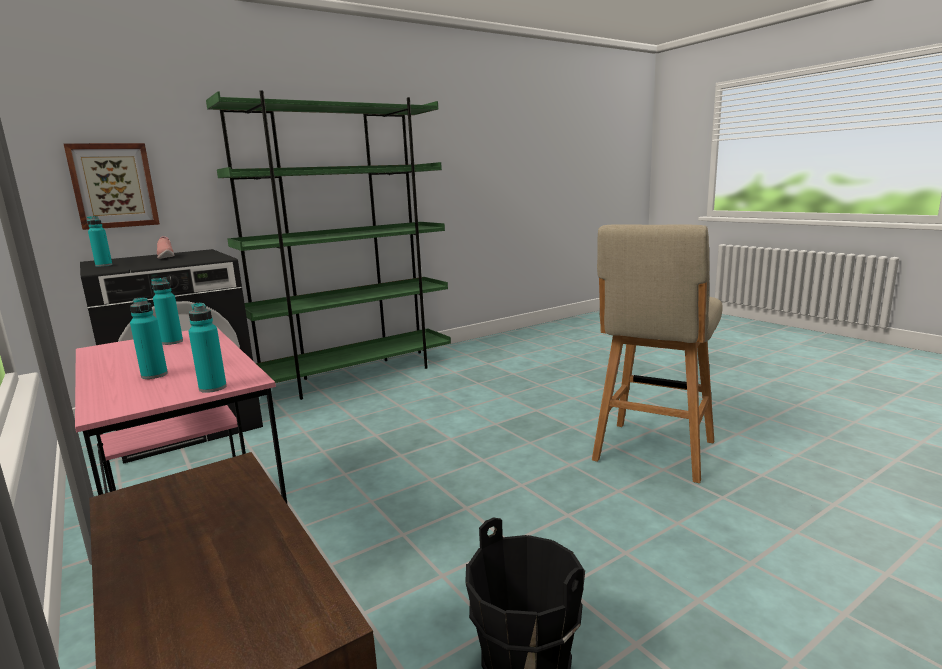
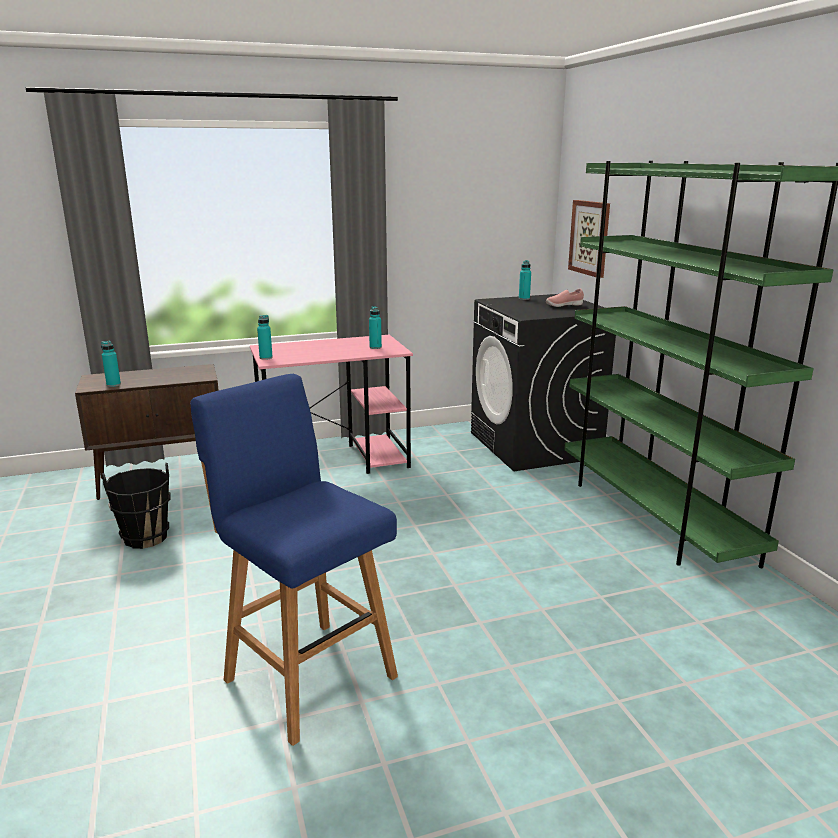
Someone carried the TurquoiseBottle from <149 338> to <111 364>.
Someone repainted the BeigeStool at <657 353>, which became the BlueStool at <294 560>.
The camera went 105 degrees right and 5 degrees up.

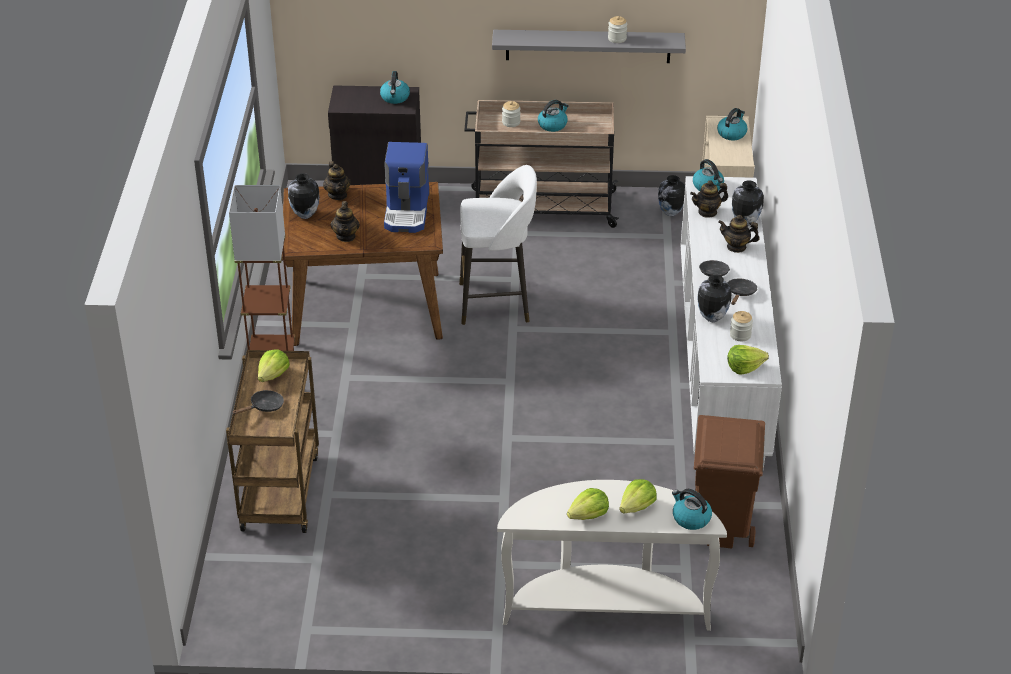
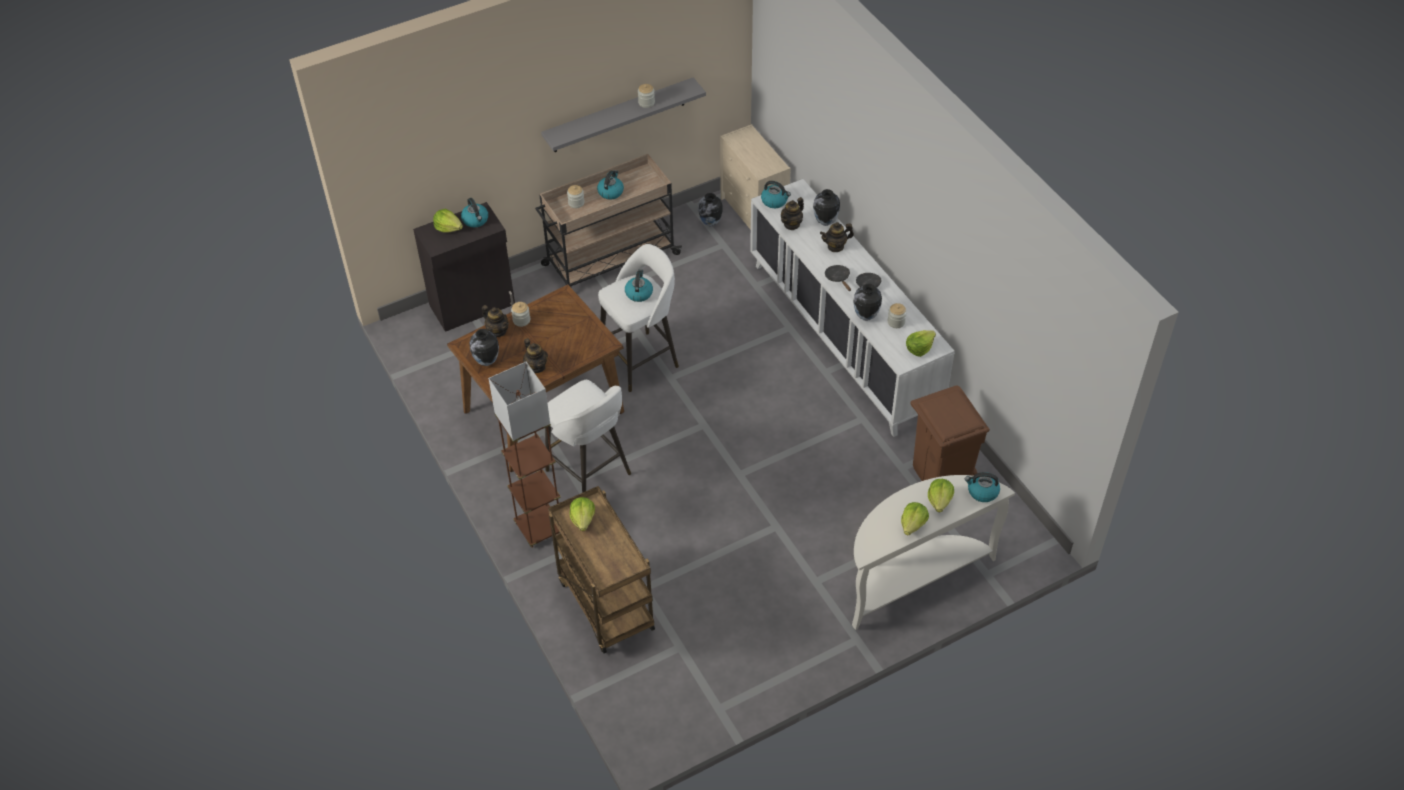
Someone took away the BlackFryingPan at <258 402>.
Someone took away the CoffeeMachine at <406 187>.
Someone put down the Lettuce at <448 221>.
Someone put down the Jar at <520 314>.
Someone put down the WhiteStool at <588 436>.
Someone carried the Kettle from <732 124> to <639 285>.
The camera went 30 degrees left and 10 degrees up.

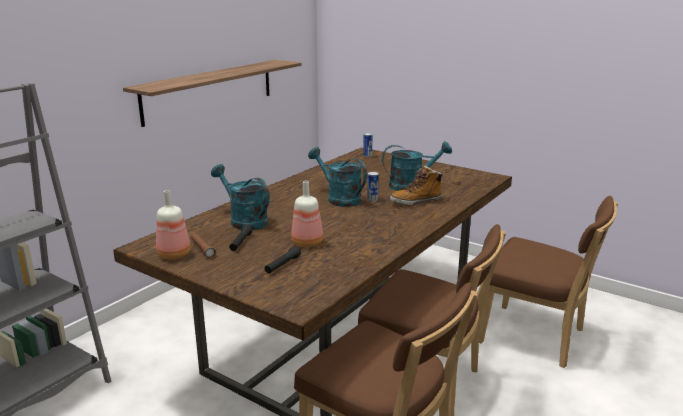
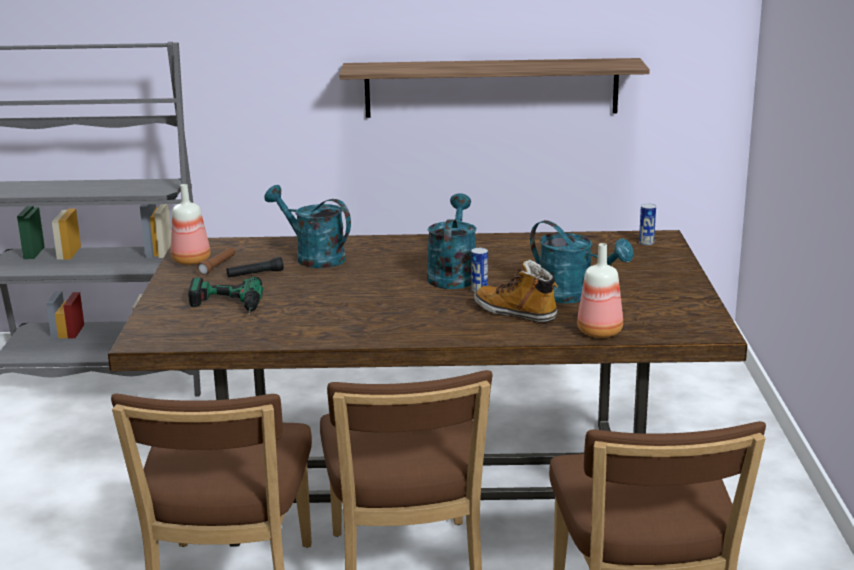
Someone carried the Bottle from <307 214> to <600 290>.
Someone swapped the BlackFlashlight at <282 260> for the PowerDrill at <226 296>.
Someone rotated the TurquoiseWateringCan at <240 197> by 60 degrees counterclockwise.
The camera went 55 degrees right and 0 degrees up.

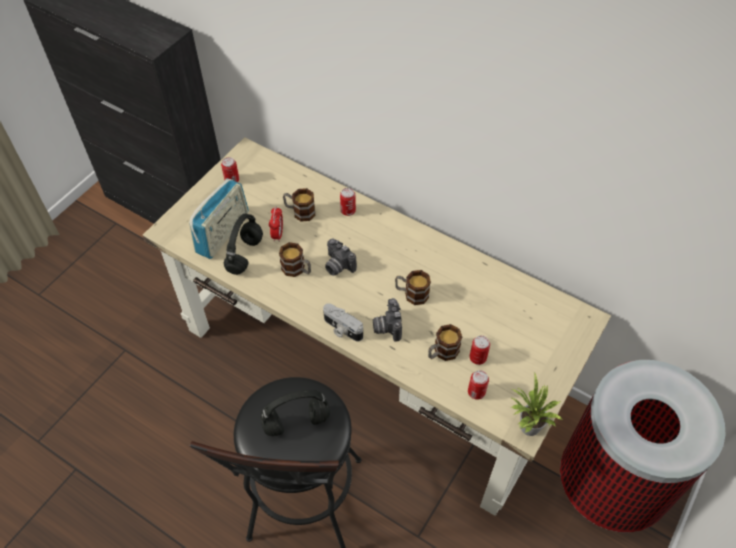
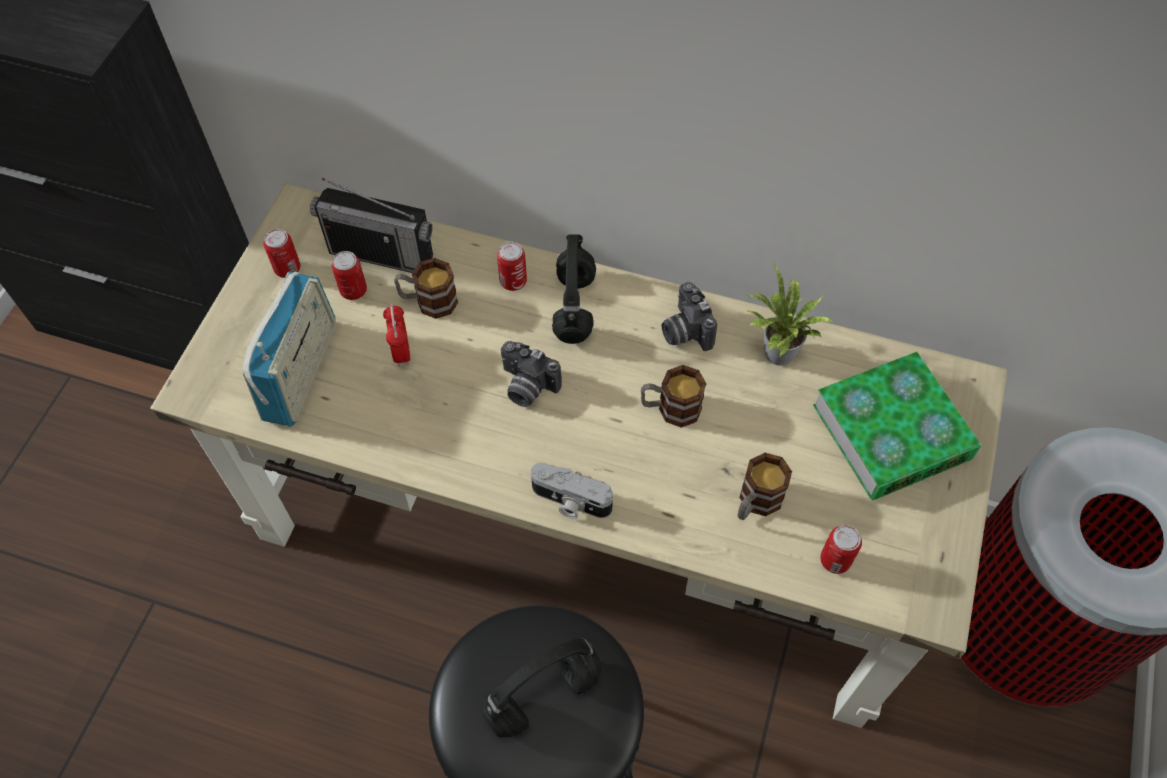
Someone took away the Mug at <295 259>.
Someone put down the Radio at <371 225>.
Someone put down the Book at <897 426>.
Someone carried the BlackHeadphones from <243 244> to <574 289>.
Someone carried the PhotoCamera from <387 320> to <689 316>.
Someone carried the Can from <480 350> to <349 275>.
Someone carried the PottedPlant from <537 405> to <790 315>.
The camera went 15 degrees left and 5 degrees up.

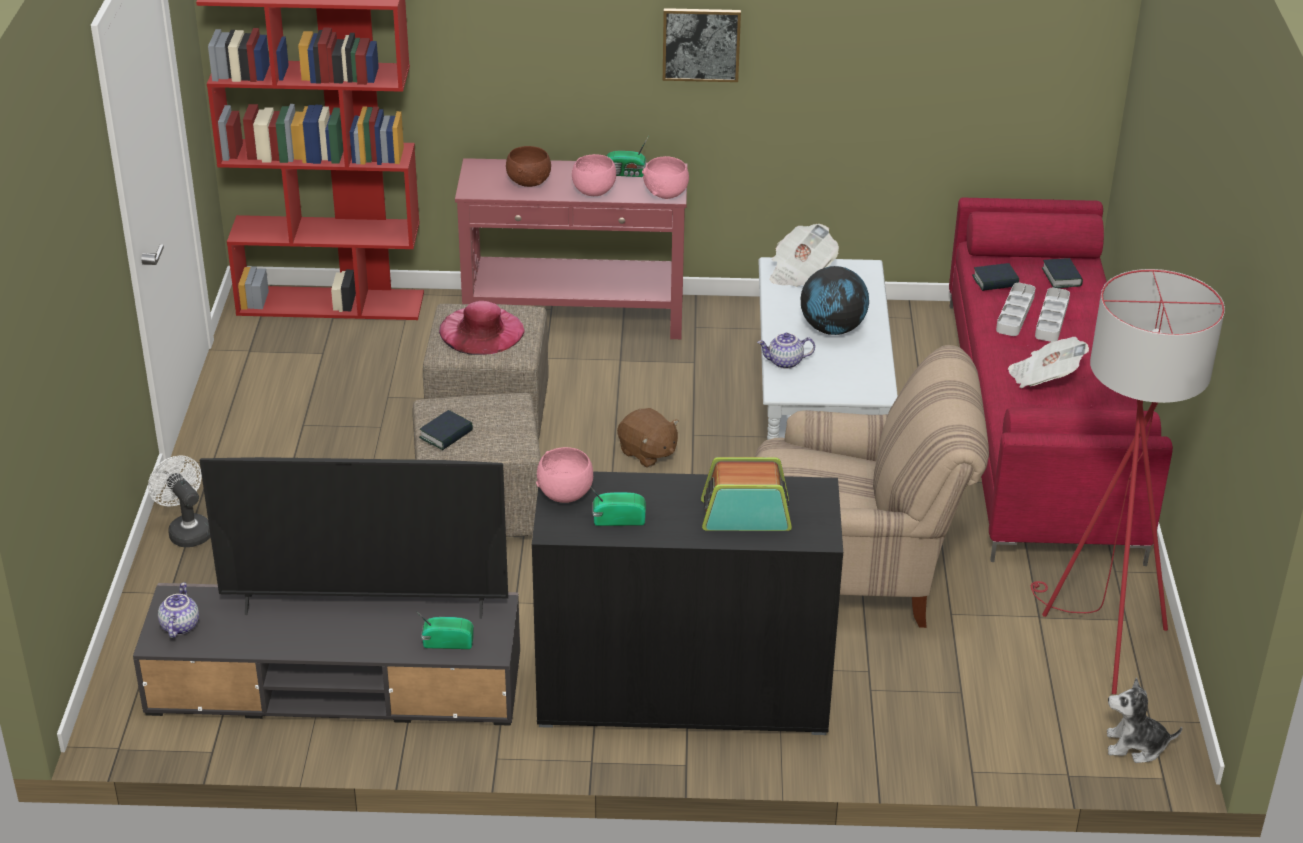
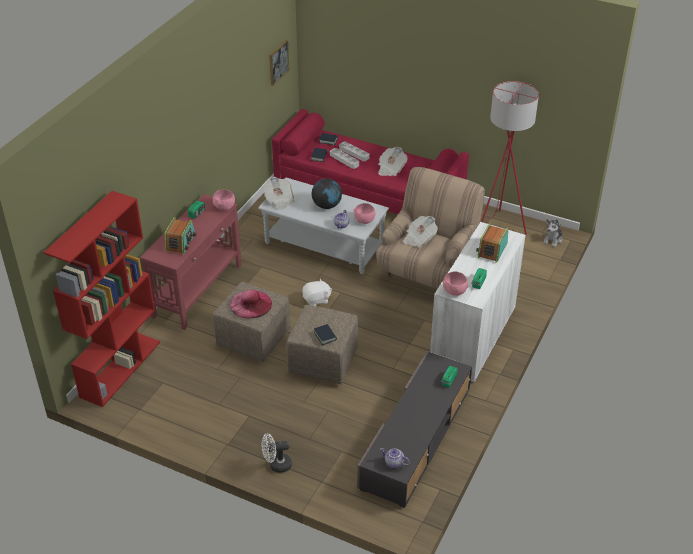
Someone took away the Television at <353 538>.
Someone put down the Newspaper at <420 232>.
Someone carried the PinkBowl from <594 175> to <364 213>.
Someone carried the Picture from <702 45> to <279 63>.
Someone swapped the BrownBowl at <528 166> for the Radio at <180 236>.
Someone repainted the BlackCabinet at <687 603>, which became the WhiteCabinet at <478 302>.
Someone repainted the BrownPlushToy at <648 437>, which became the WhitePlushToy at <317 292>.
The camera went 65 degrees left and 5 degrees up.

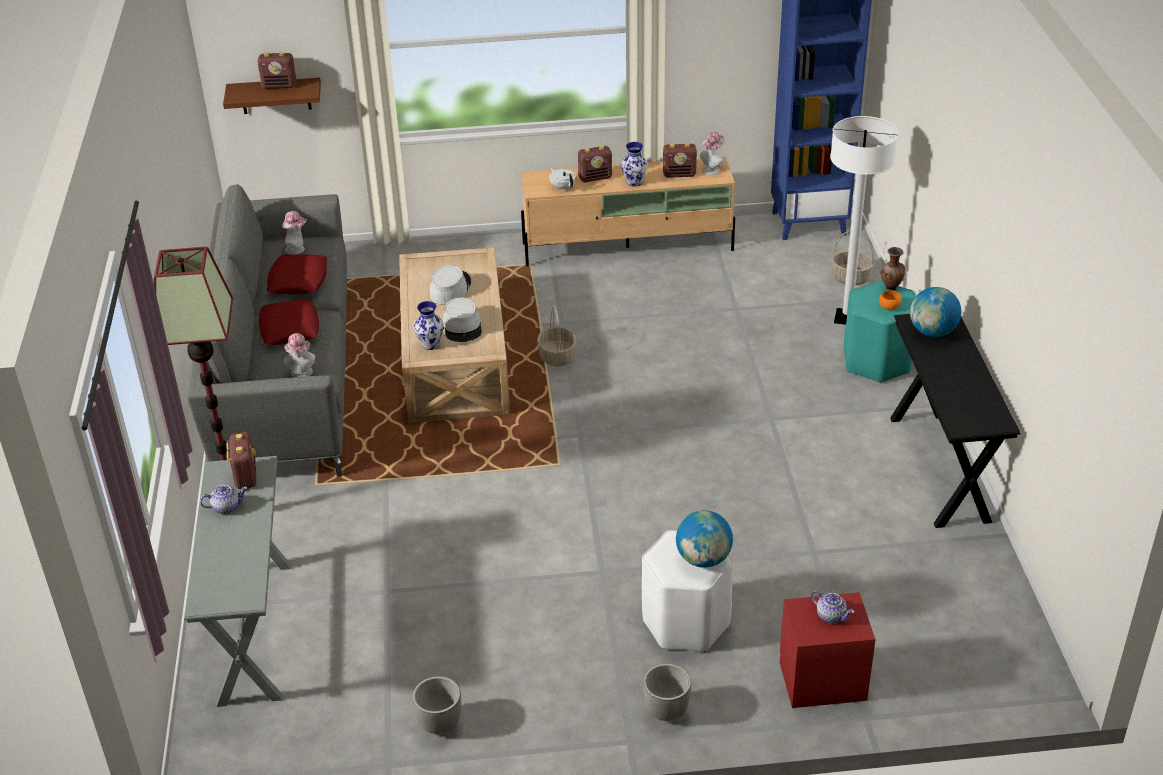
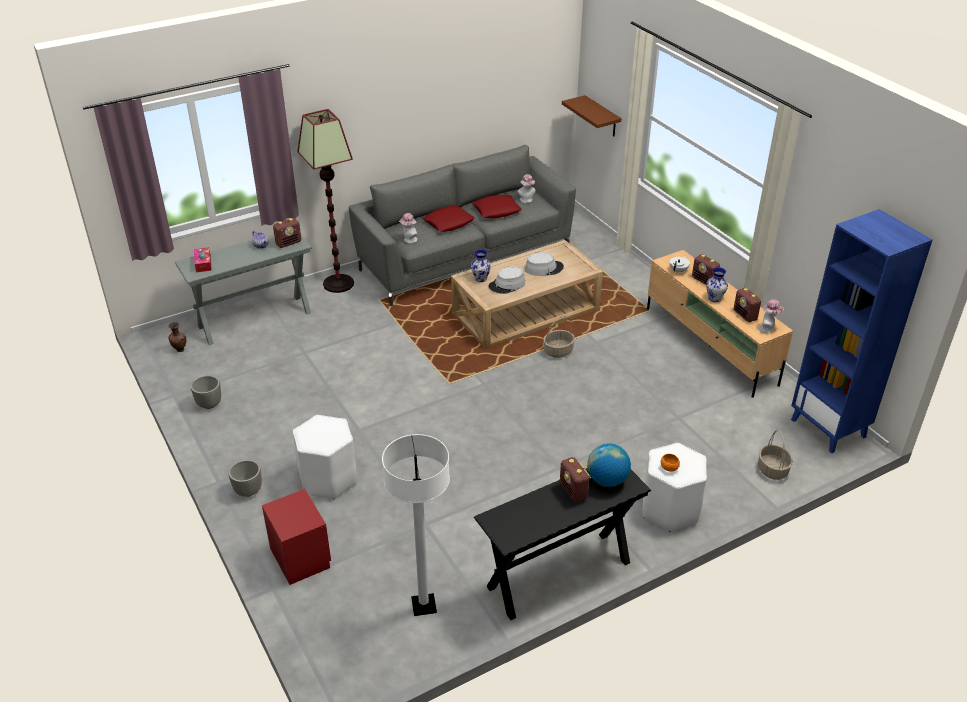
Someone took away the Globe at <704 539>.
Someone took away the Teapot at <832 607>.
Someone put down the TissueBox at <203 259>.
Someone carried the Radio from <276 70> to <575 479>.
Someone carried the WhiteFloorLamp from <864 220> to <416 525>.
Someone carried the BrownVase from <892 269> to <177 337>.
Someone repainted the TurquoiseStool at <880 332>, which became the WhiteStool at <674 487>.
The camera went 65 degrees right and 0 degrees up.

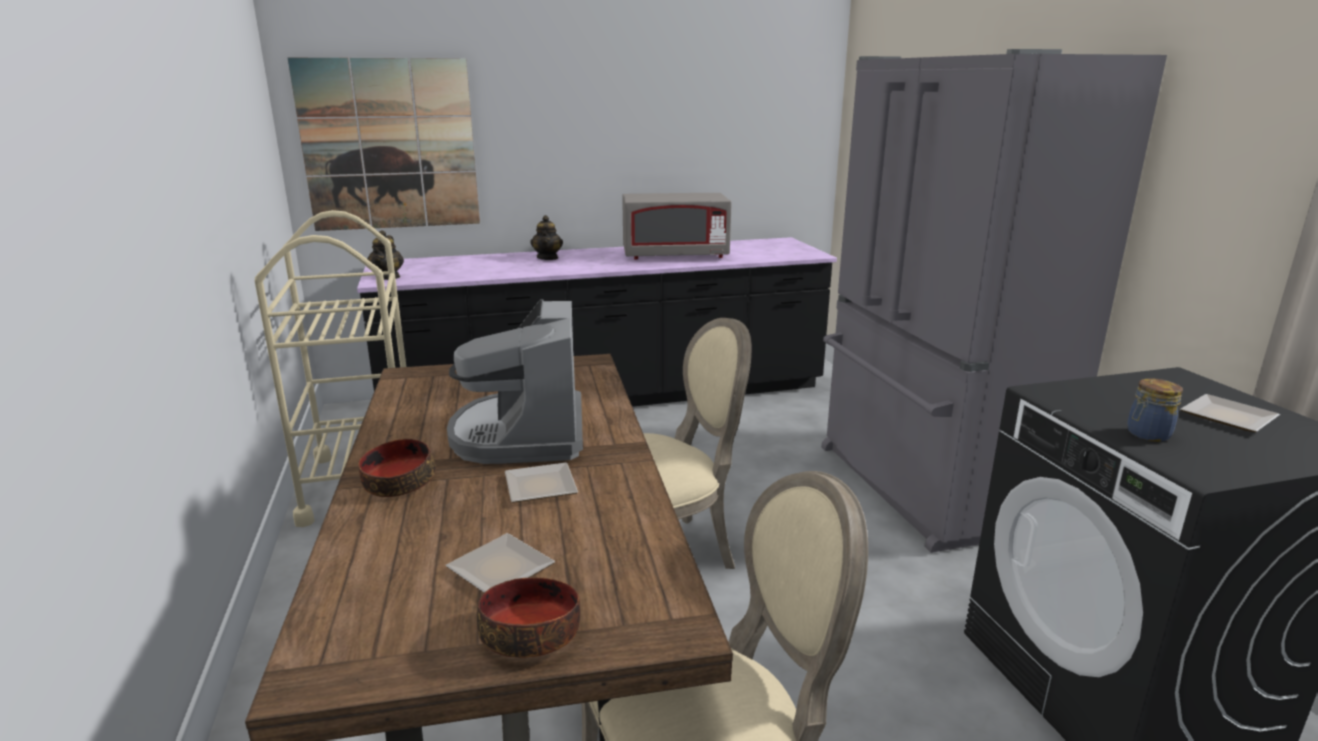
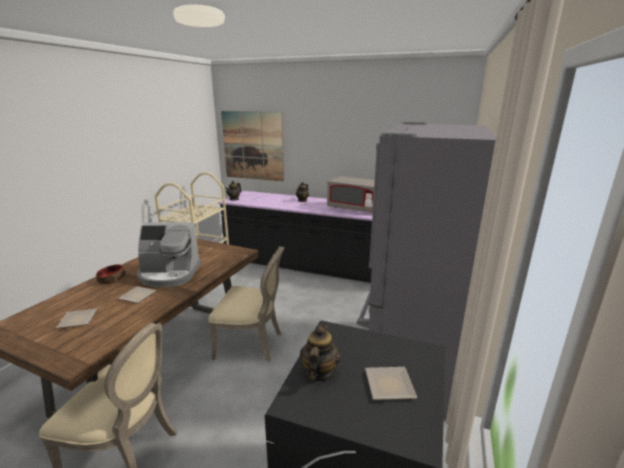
Someone took away the Bowl at <528 617>.
Someone swapped the Jar at <1155 410> for the Teapot at <320 352>.
Someone rotated the CoffeeMachine at <515 381> by 120 degrees counterclockwise.
The camera went 35 degrees right and 0 degrees up.

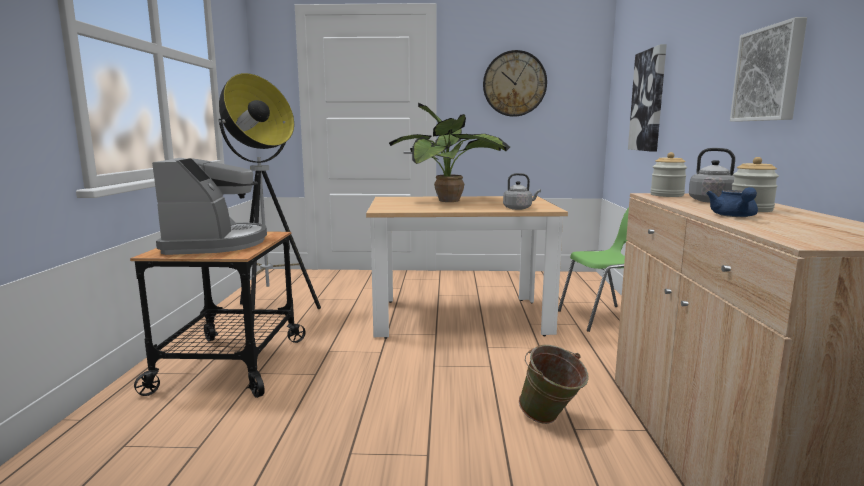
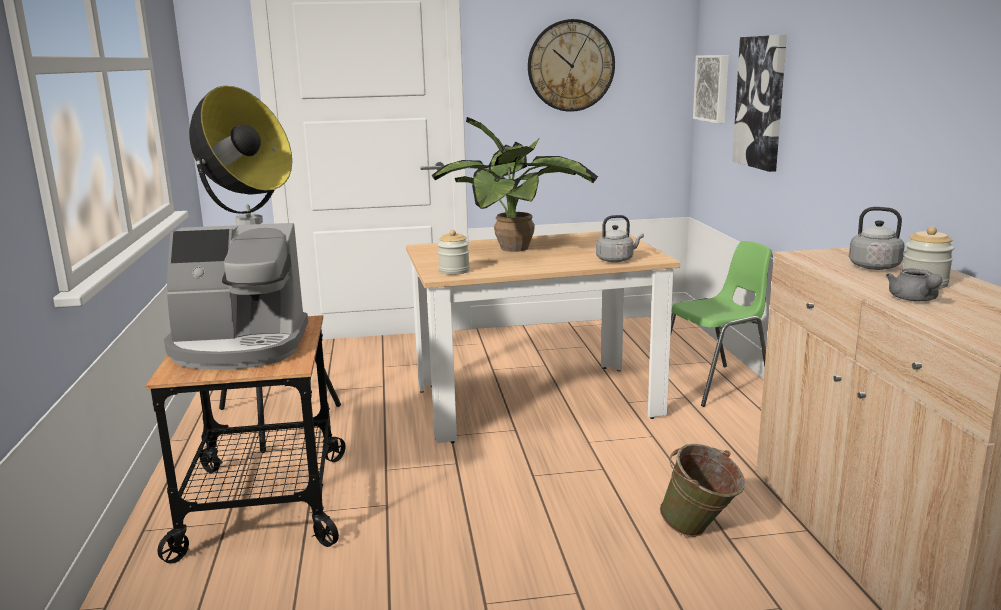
Someone carried the Jar from <668 174> to <453 252>.
Someone carried the Picture from <768 69> to <711 89>.
Someone repainted the BlueTeapot at <732 202>, which became the GreyTeapot at <914 285>.
Someone rotated the CoffeeMachine at <209 206> by 105 degrees clockwise.
The camera went 10 degrees left and 5 degrees up.

